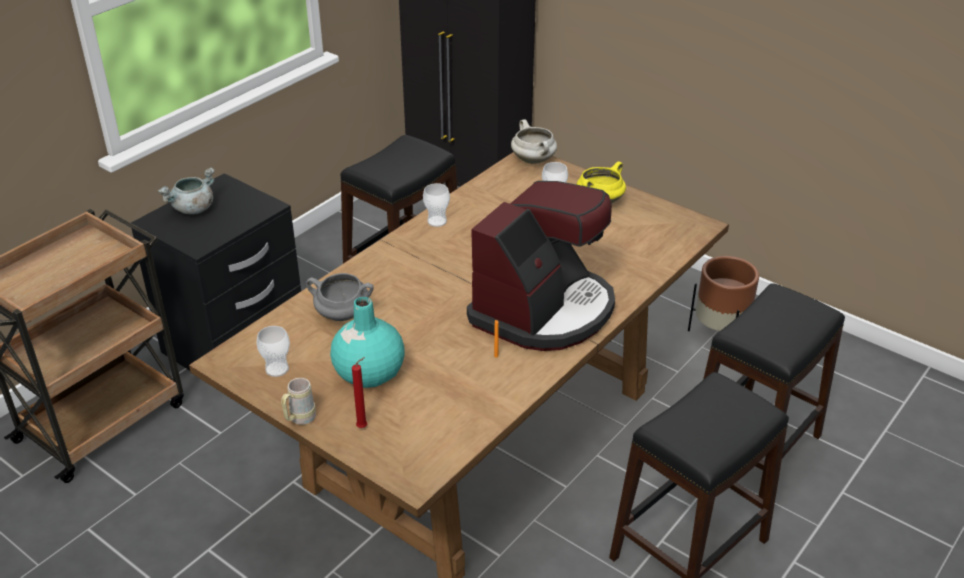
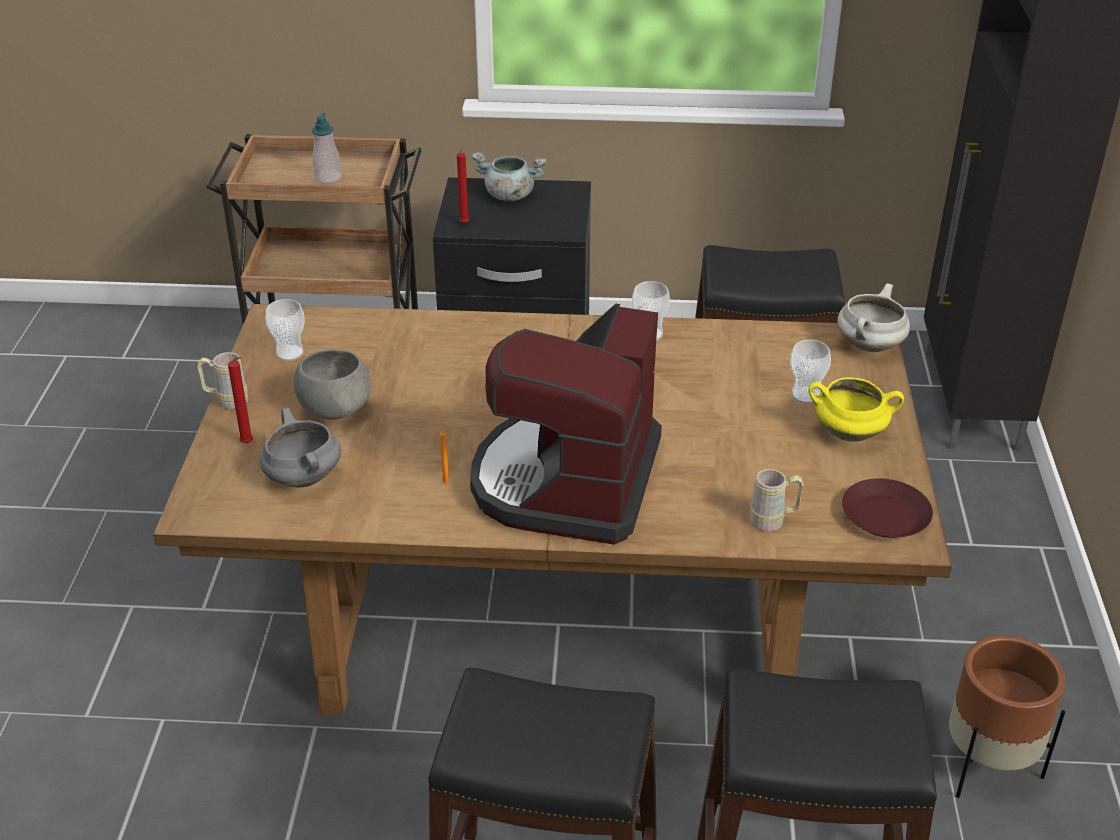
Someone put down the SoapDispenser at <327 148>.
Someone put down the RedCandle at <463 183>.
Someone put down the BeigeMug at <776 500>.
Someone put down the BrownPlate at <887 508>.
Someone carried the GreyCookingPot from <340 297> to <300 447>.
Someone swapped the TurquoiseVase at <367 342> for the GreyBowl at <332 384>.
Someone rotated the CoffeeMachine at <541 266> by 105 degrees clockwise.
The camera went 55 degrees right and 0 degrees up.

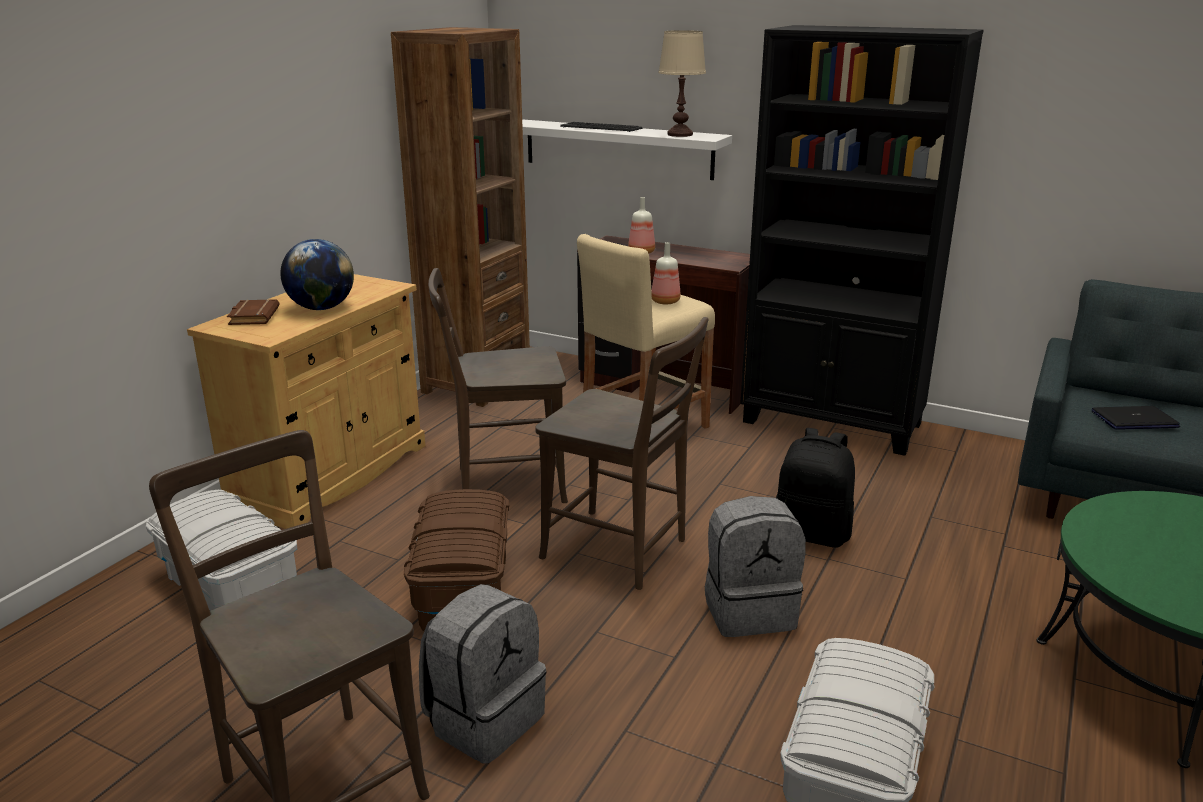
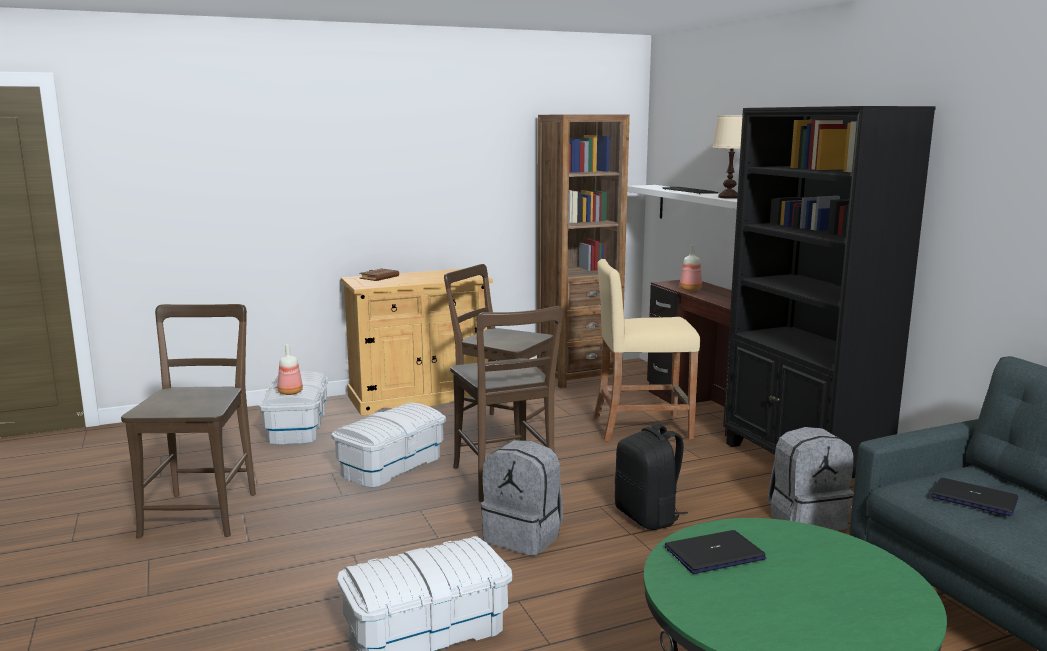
Someone took away the Globe at <317 274>.
Someone put down the Laptop at <715 552>.
Someone carried the GreyBackpack from <482 673> to <810 479>.
Someone carried the Bottle from <666 273> to <290 369>.
Someone repainted the BrownStorageBox at <456 560>, which became the WhiteStorageBox at <388 445>.
The camera went 40 degrees right and 10 degrees down.

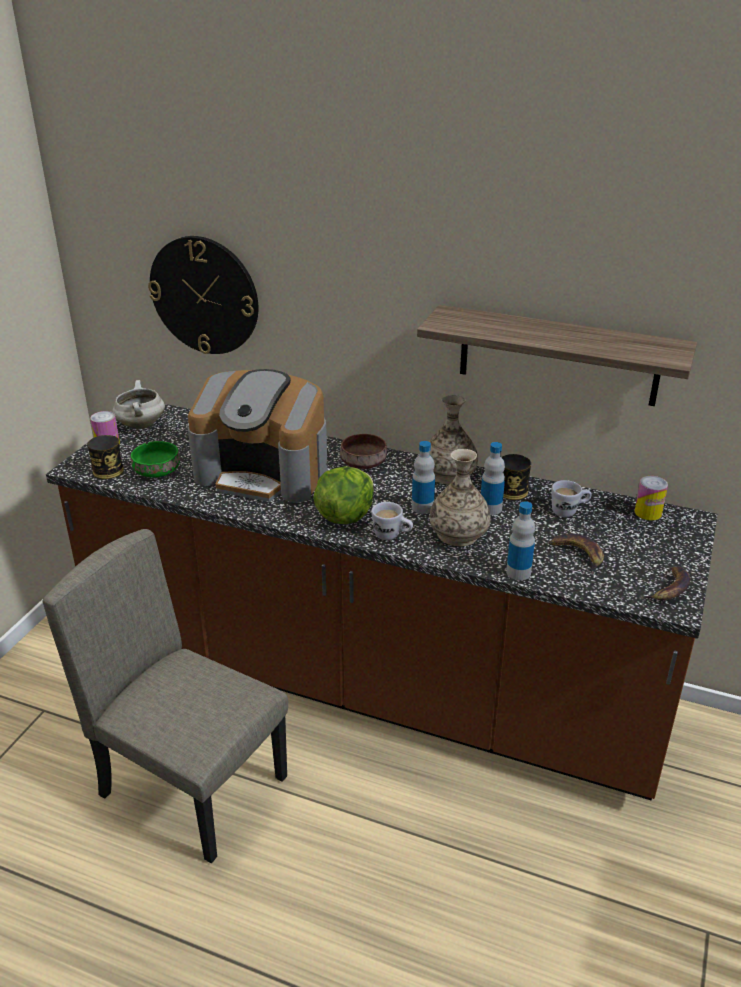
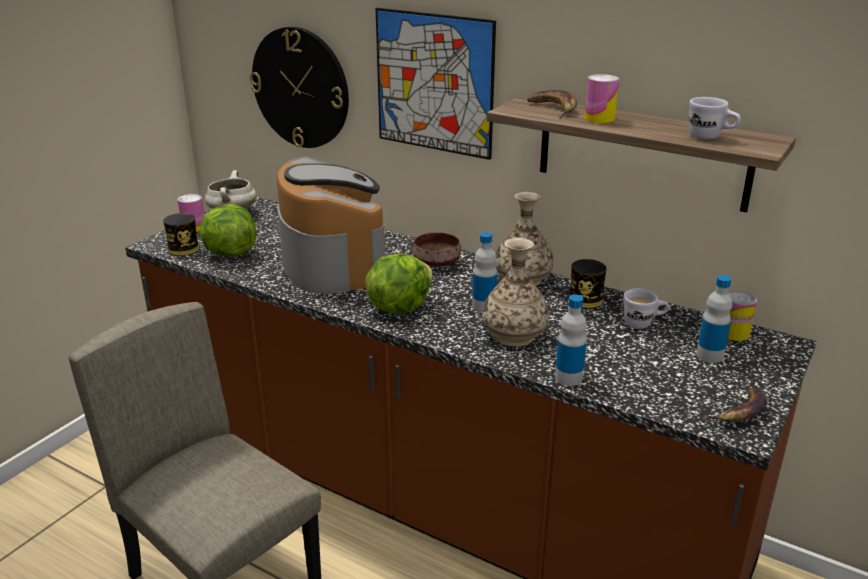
Someone put up the Picture at <436 84>.
Someone put down the Can at <601 98>.
Someone carried the WhiteMug from <392 521> to <715 118>.
Someone carried the Bottle from <493 478> to <714 319>.
Someone carried the Banana from <576 554> to <552 104>.
Someone swapped the GreenBowl at <155 459> for the Lettuce at <228 230>.
Someone rotated the CoffeeMachine at <258 436> by 135 degrees counterclockwise.
The camera went 10 degrees right and 5 degrees down.

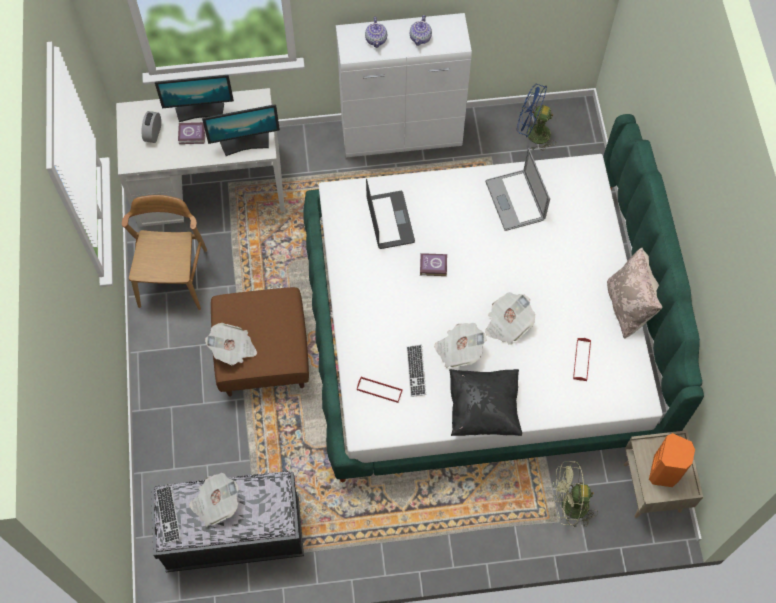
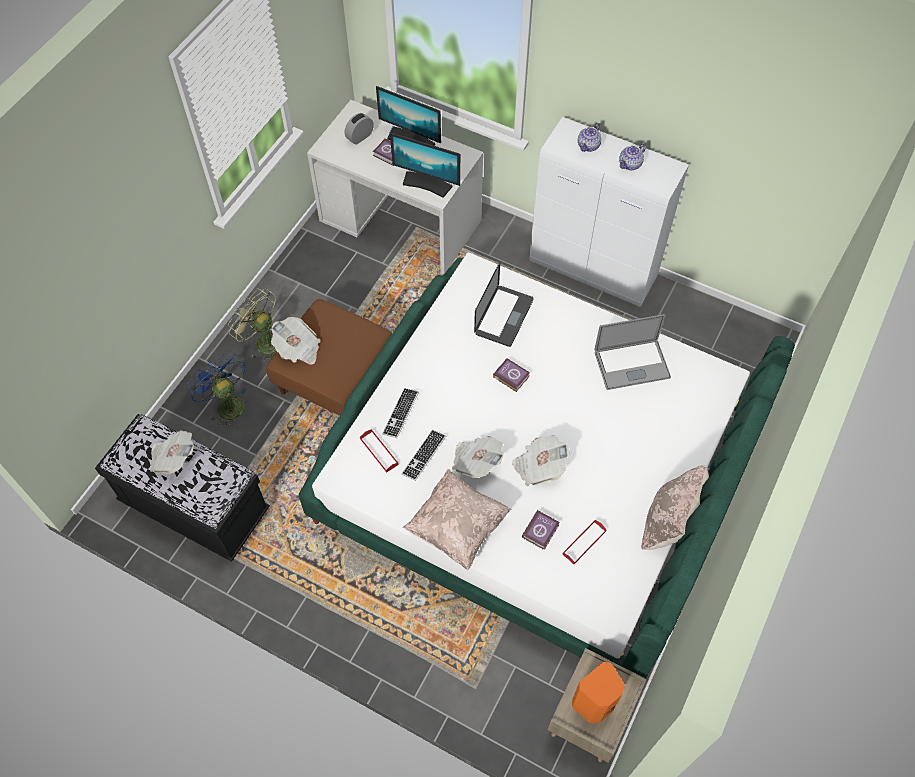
Someone took away the BrownChair at <164 252>.
Someone put down the Book at <541 530>.
Someone carried the Keyboard from <168 515> to <400 413>.
Someone carried the BlueFan from <536 117> to <216 390>.
Someone carried the GreenFan from <575 494> to <252 325>.
Someone repainted the BlackPillow at <485 402>, which became the BeigePillow at <457 519>.
Someone rotated the Laptop at <517 189> by 120 degrees counterclockwise.
The camera went 35 degrees right and 5 degrees down.

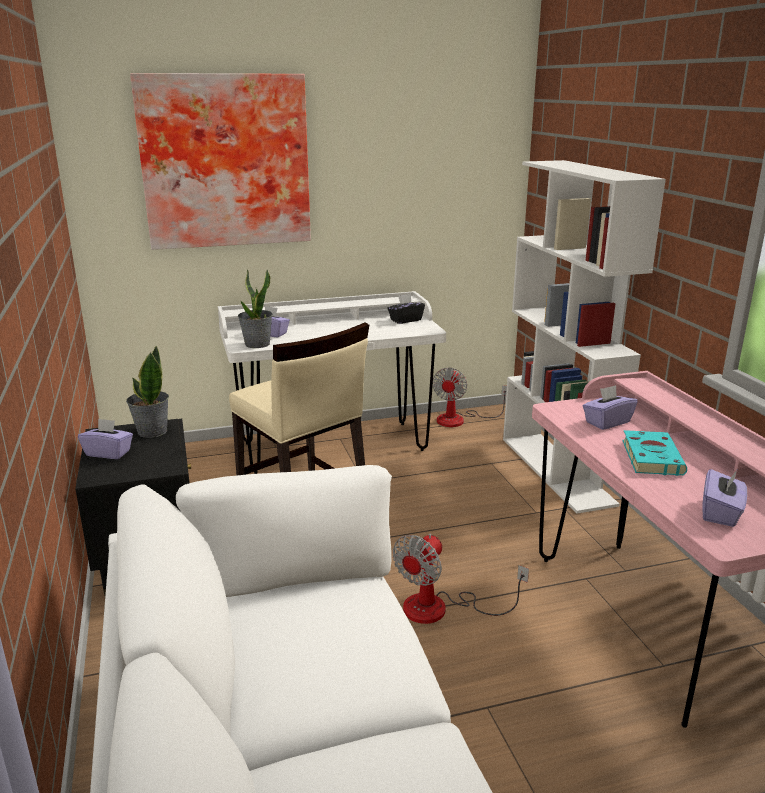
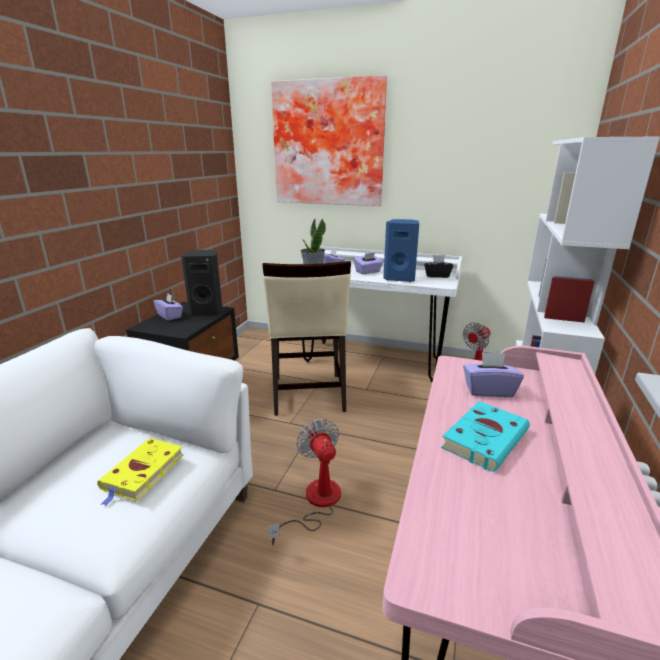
Someone put down the YellowBook at <140 472>.
Someone put down the BlueSpeaker at <401 250>.
Someone carried the PurpleTissueBox from <724 498> to <368 263>.
Someone swapped the PottedPlant at <147 391> for the BlackSpeaker at <201 282>.
Someone rotated the Fan at <461 579> by 90 degrees clockwise.
The camera went 35 degrees right and 0 degrees up.

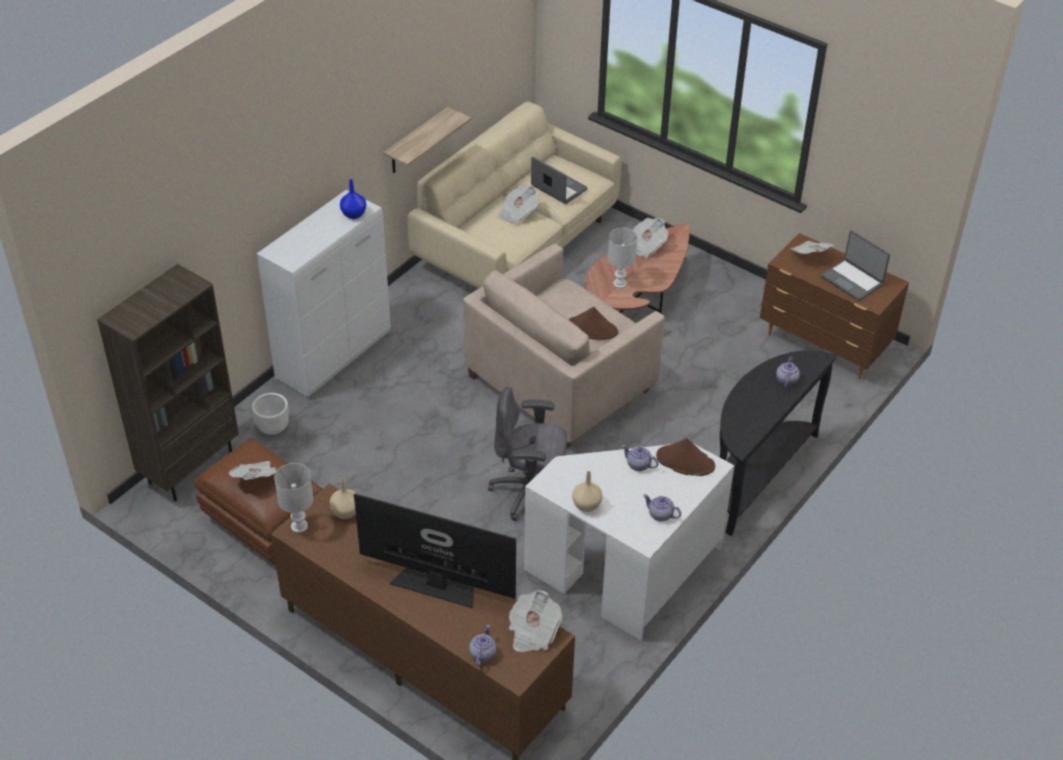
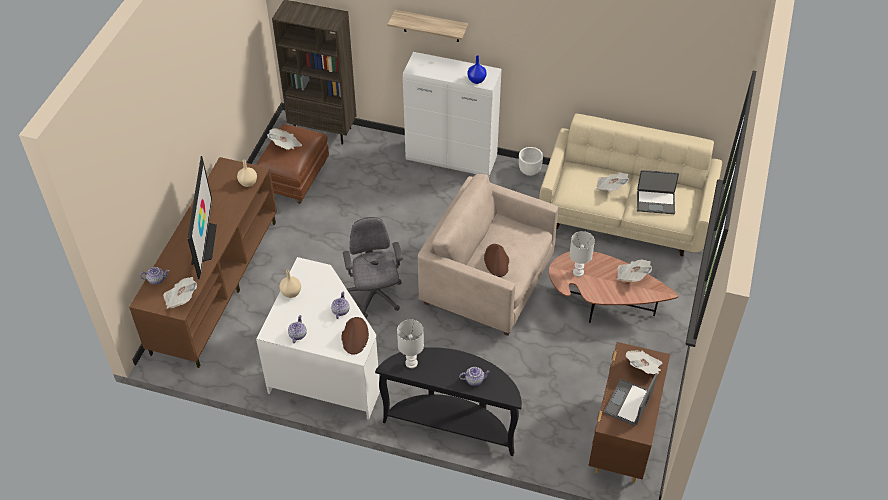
Someone carried the WhitePlanter from <270 414> to <531 161>.
Someone carried the WhiteTableLamp from <293 498> to <410 344>.
Someone carried the Shelf from <427 140> to <427 26>.
Someone rotated the Laptop at <559 180> by 75 degrees clockwise.
The camera went 70 degrees right and 5 degrees up.

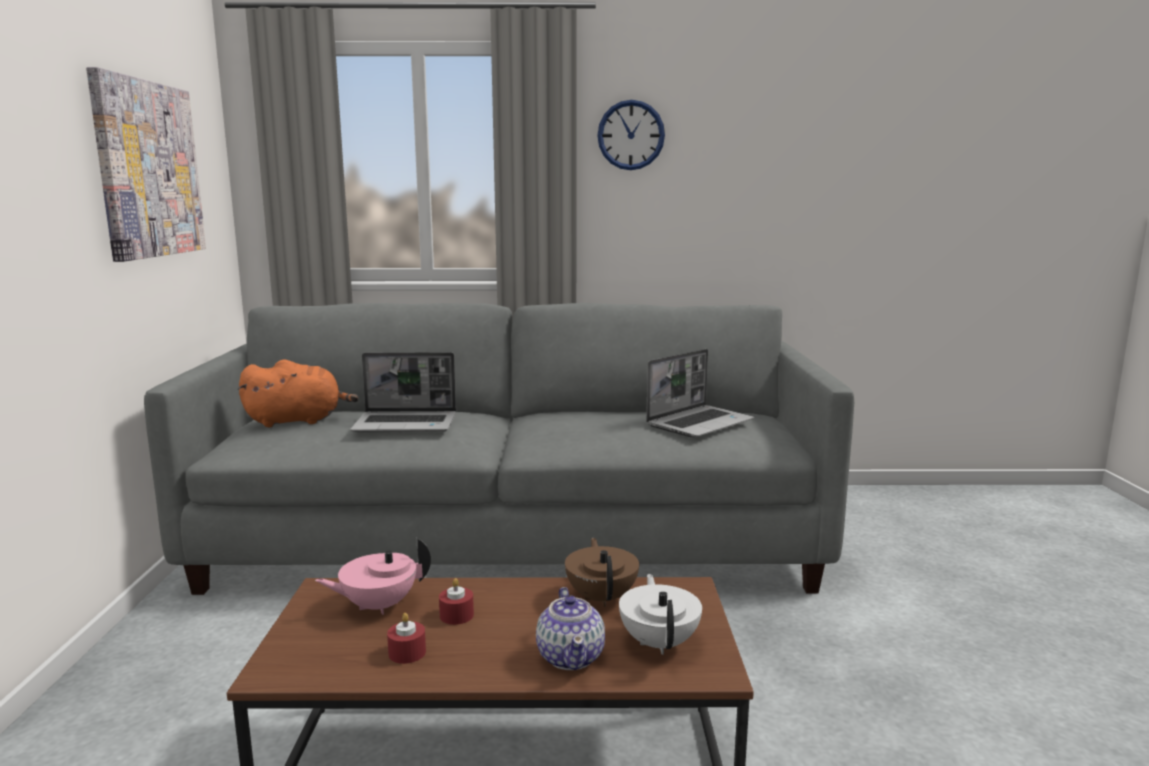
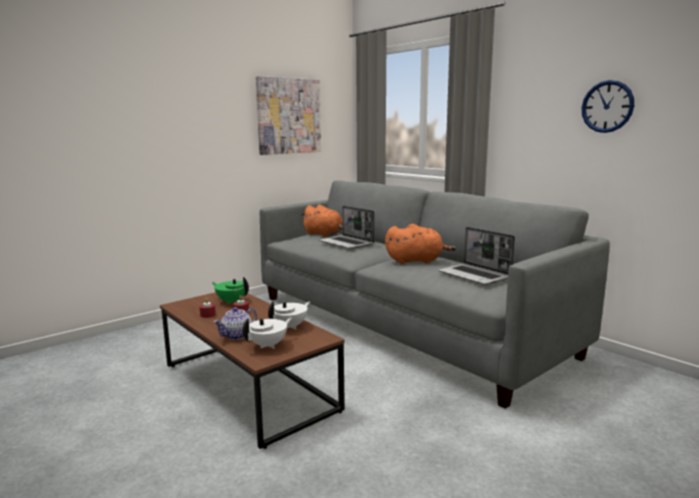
Someone put down the OrangePlushToy at <420 244>.
Someone carried the WallClock from <631 135> to <608 106>.
Someone repainted the PinkTeapot at <373 576>, which became the GreenTeapot at <230 290>.
Someone repainted the BrownTeapot at <602 572>, which became the WhiteTeapot at <289 315>.
Someone rotated the Laptop at <700 393> by 45 degrees clockwise.
The camera went 50 degrees right and 0 degrees up.

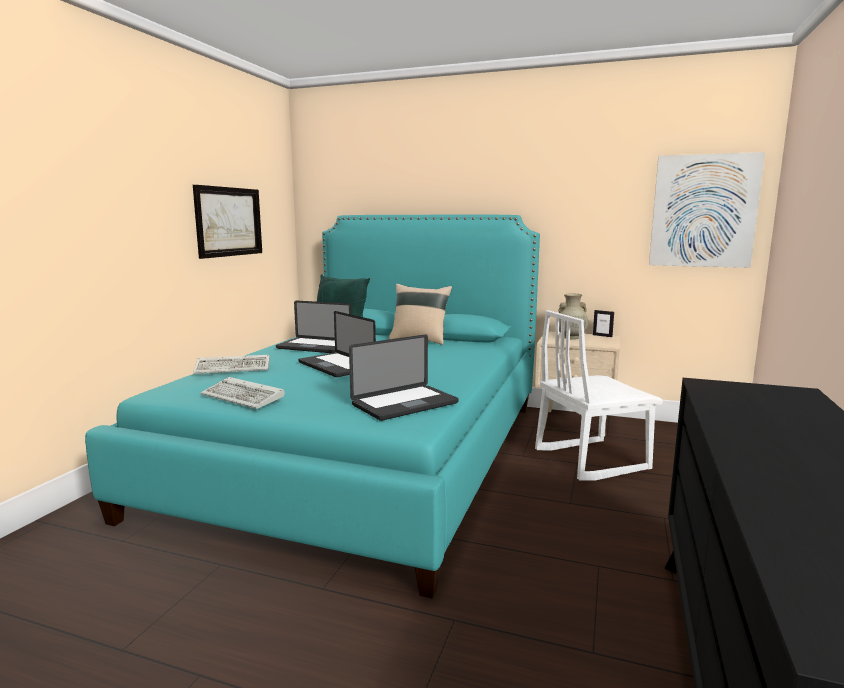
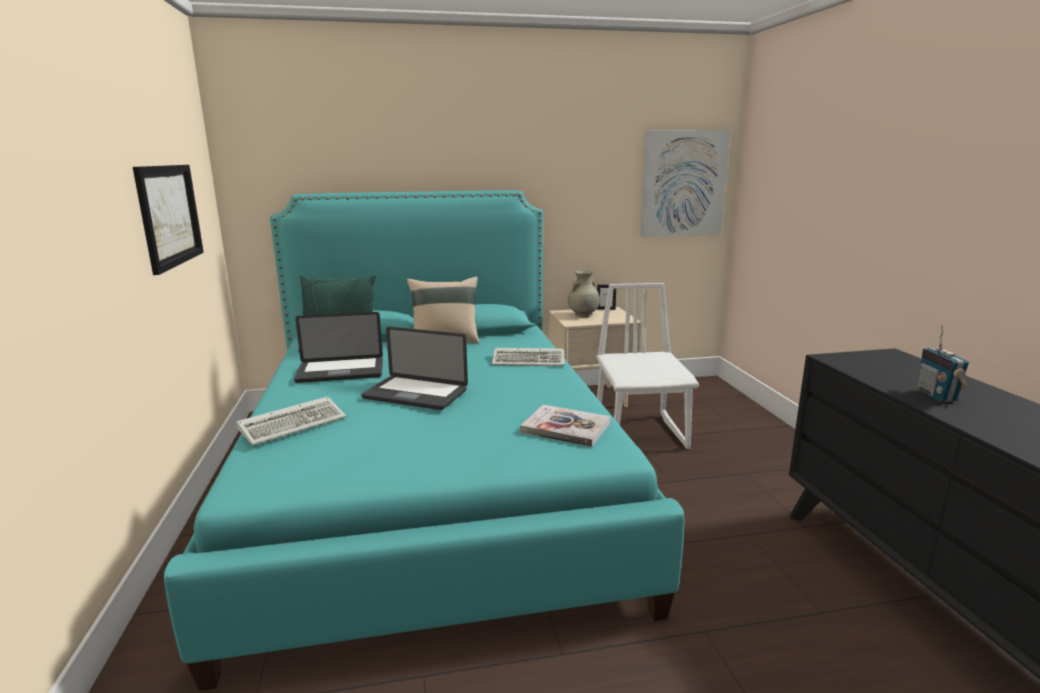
Someone put down the Radio at <944 364>.
Someone carried the Keyboard from <243 393> to <528 357>.
Someone swapped the Laptop at <404 377> for the Book at <565 426>.
Someone rotated the WhiteChair at <599 395> by 135 degrees clockwise.
The camera went 30 degrees left and 5 degrees up.

